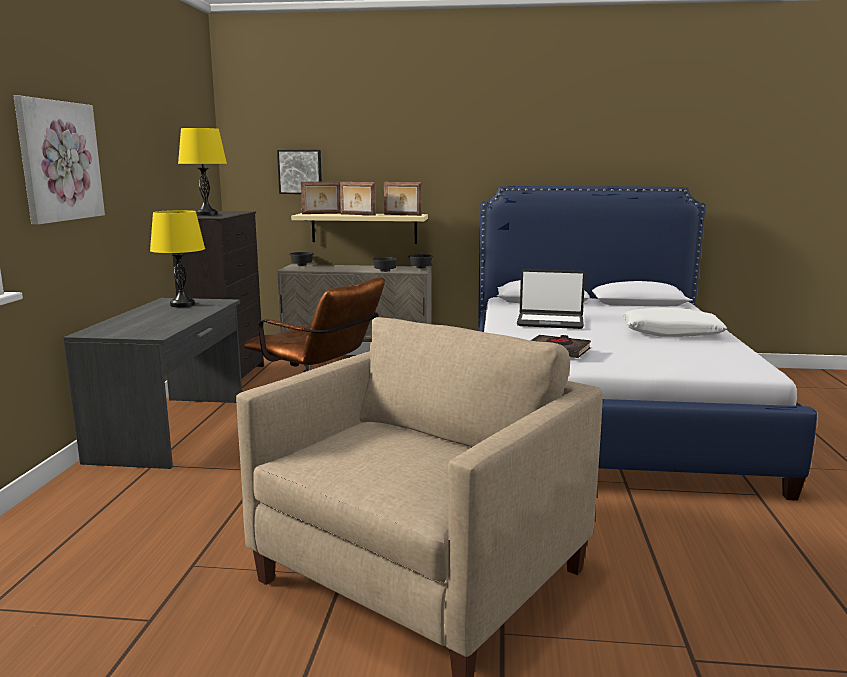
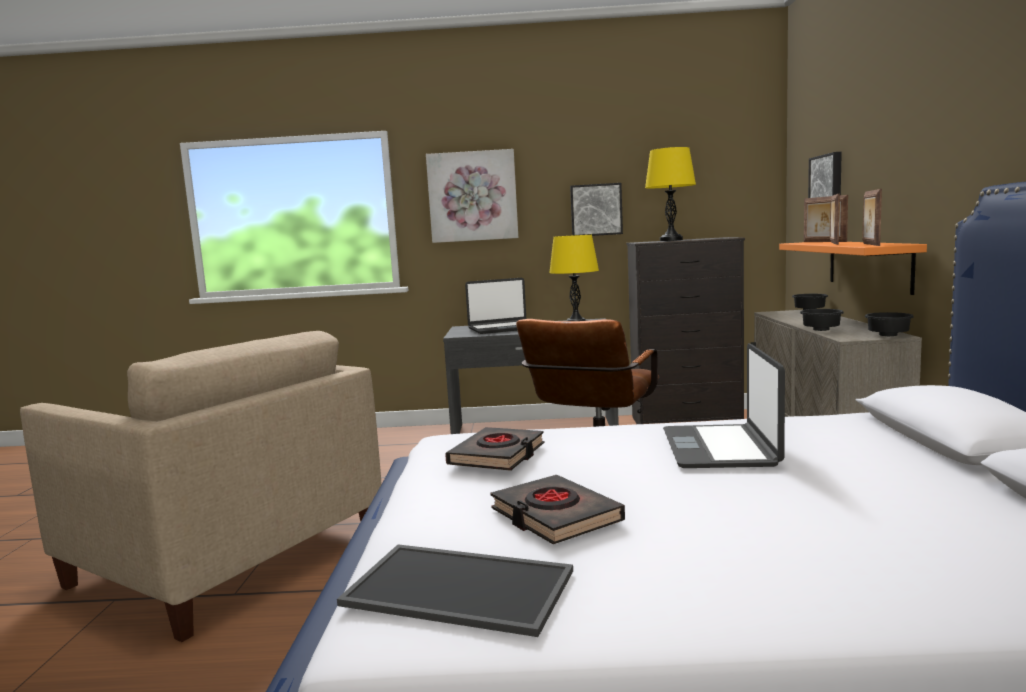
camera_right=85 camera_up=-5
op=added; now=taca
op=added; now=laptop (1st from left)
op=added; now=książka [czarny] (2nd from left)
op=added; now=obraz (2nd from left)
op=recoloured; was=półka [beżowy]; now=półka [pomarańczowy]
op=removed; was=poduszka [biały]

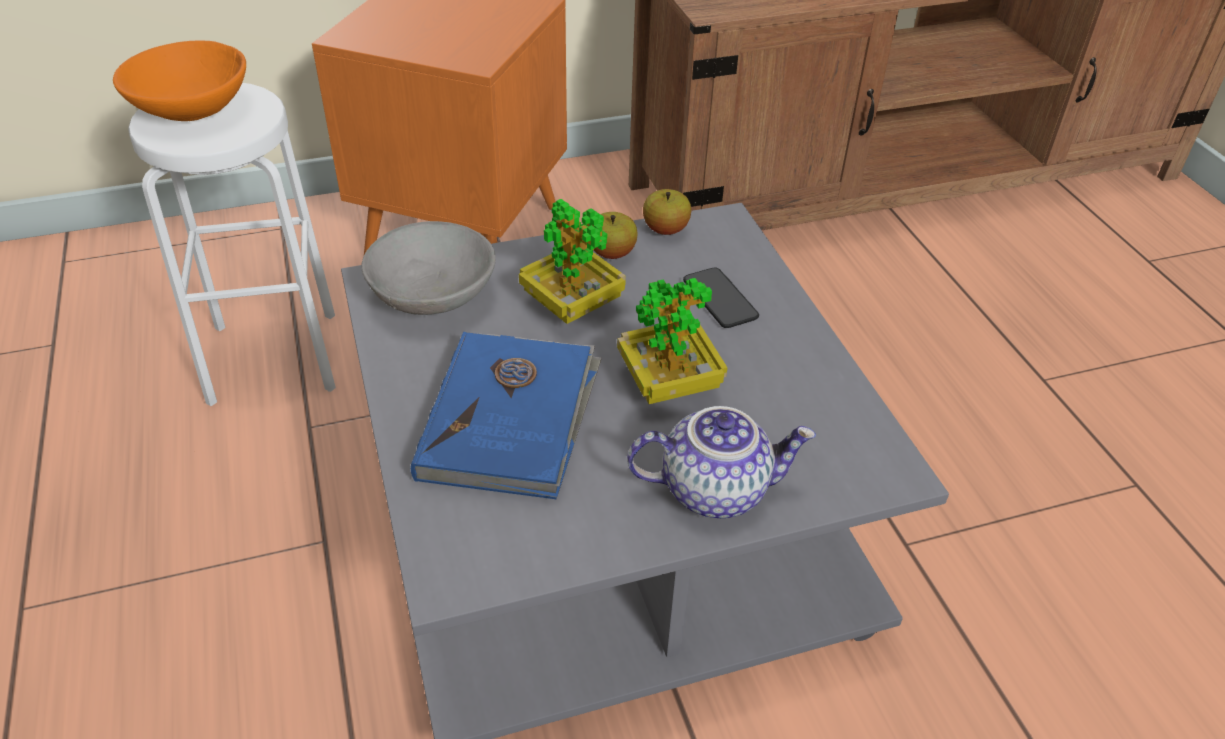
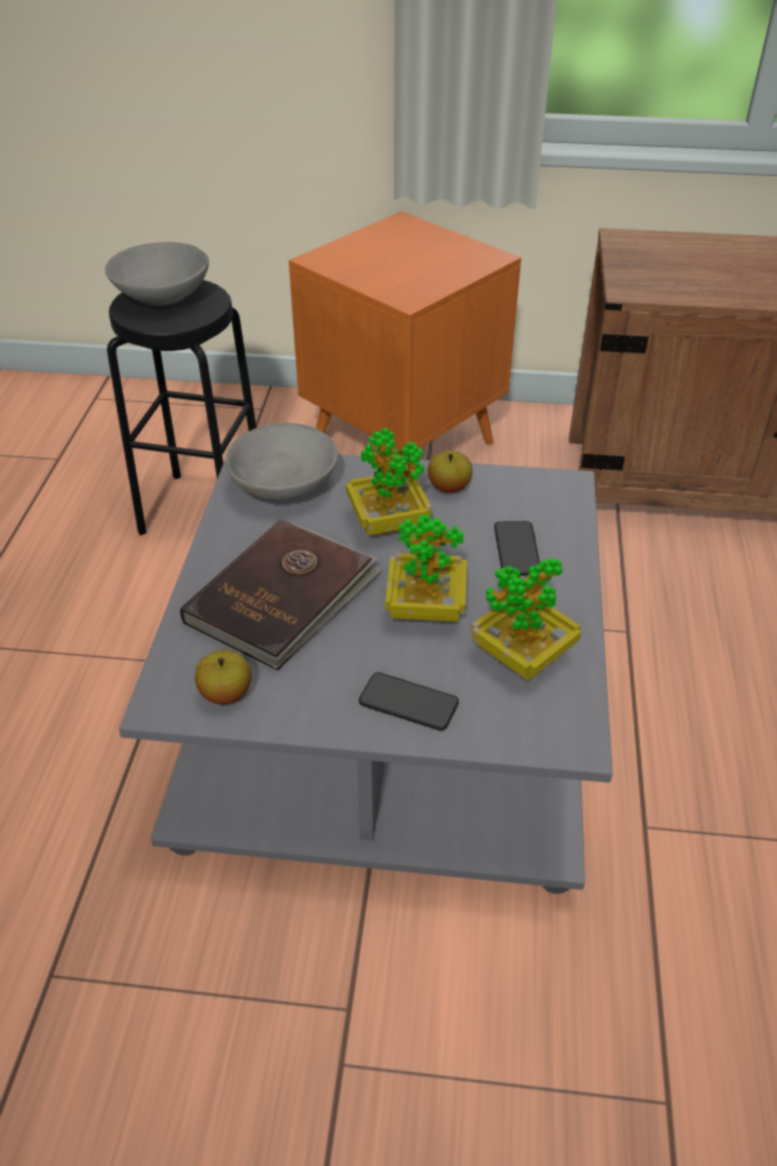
camera_right=25 camera_up=0
op=recoloured; was=miska [pomarańczowy]; now=miska [szary] (1st from left)
op=recoloured; was=stołek [biały]; now=stołek [czarny]
op=recoloured; was=książka [niebieski]; now=książka [brązowy]
op=moved; was=jabłko (2nd from left in the first image); now=jabłko (1st from left)
op=replaced; was=imbryk; now=telefon (1st from left)
op=added; now=roślina doniczkowa (3rd from left)

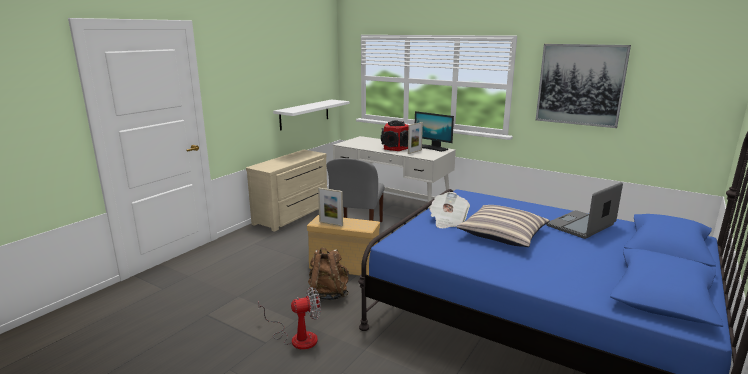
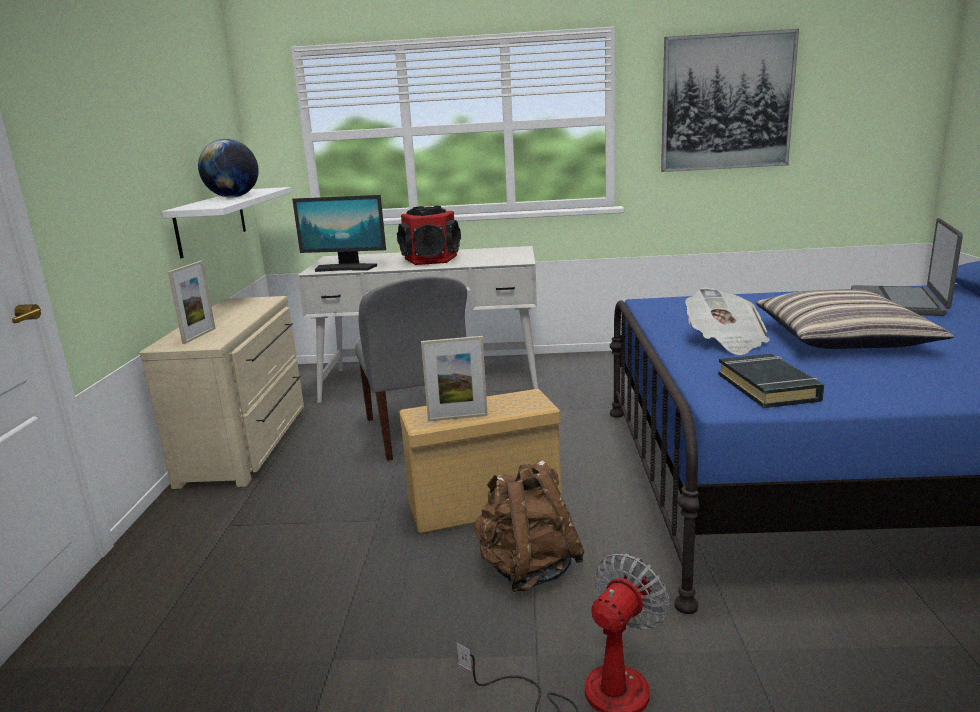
camera_right=-30 camera_up=0
op=moved; was=ramka na zdjęcie (2nd from left in the first image); now=ramka na zdjęcie (1st from left)
op=added; now=globus
op=moved; was=monitor
op=added; now=książka [czarny]

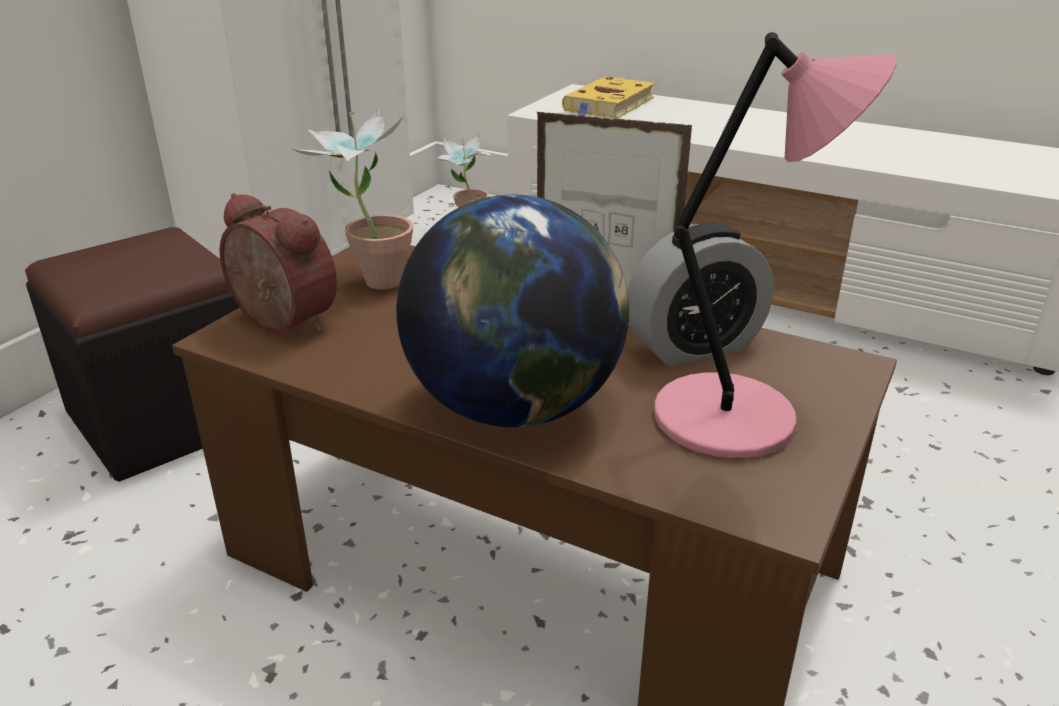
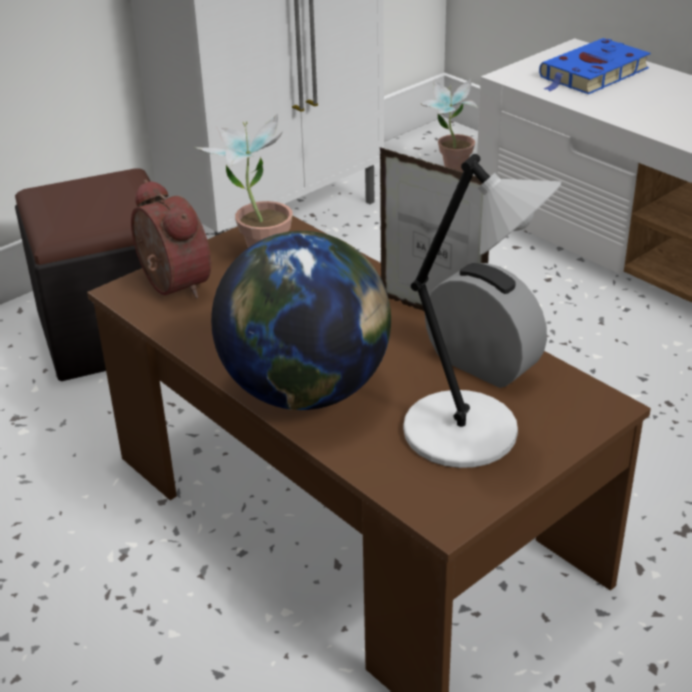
camera_right=20 camera_up=5
op=recoloured; was=lampa stołowa [różowy]; now=lampa stołowa [szary]
op=turned; was=budzik (2nd from left); clockwise=-135
op=recoloured; was=książka [żółty]; now=książka [niebieski]

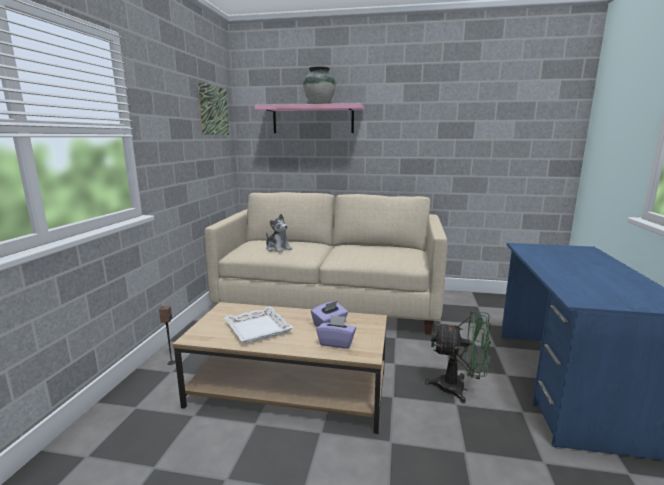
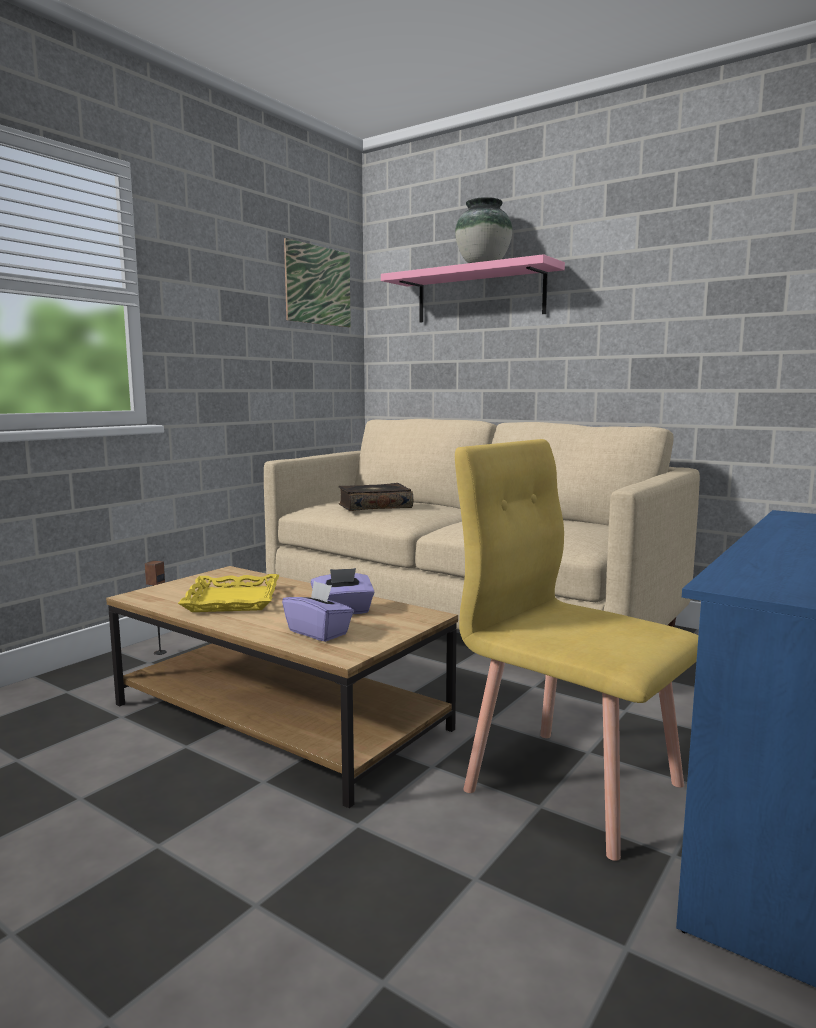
camera_right=25 camera_up=-5
op=recoloured; was=taca [biały]; now=taca [żółty]
op=replaced; was=pluszak; now=książka
op=replaced; was=wentylator [zielony]; now=krzesło [żółty]

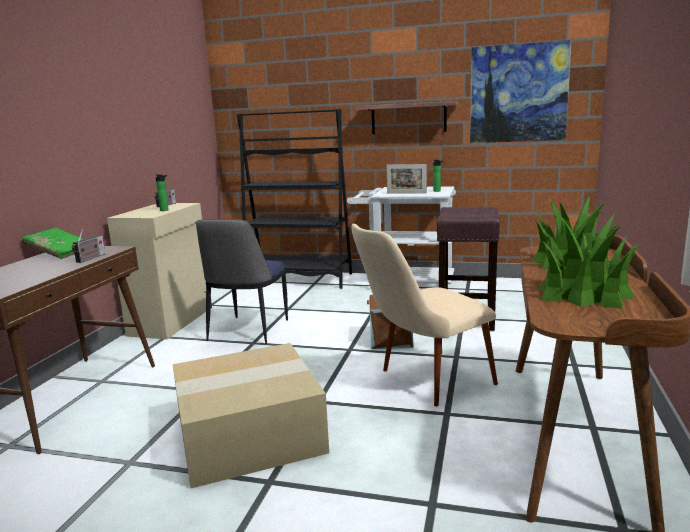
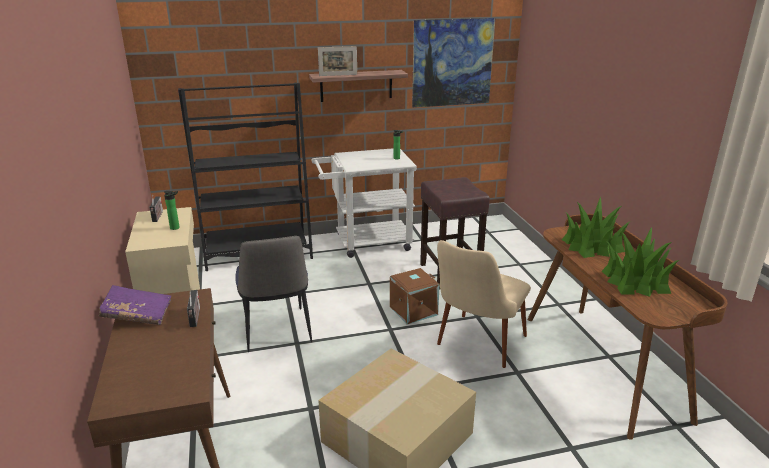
camera_right=-30 camera_up=10
op=recoloured; was=książka [zielony]; now=książka [fioletowy]
op=moved; was=ramka na zdjęcie

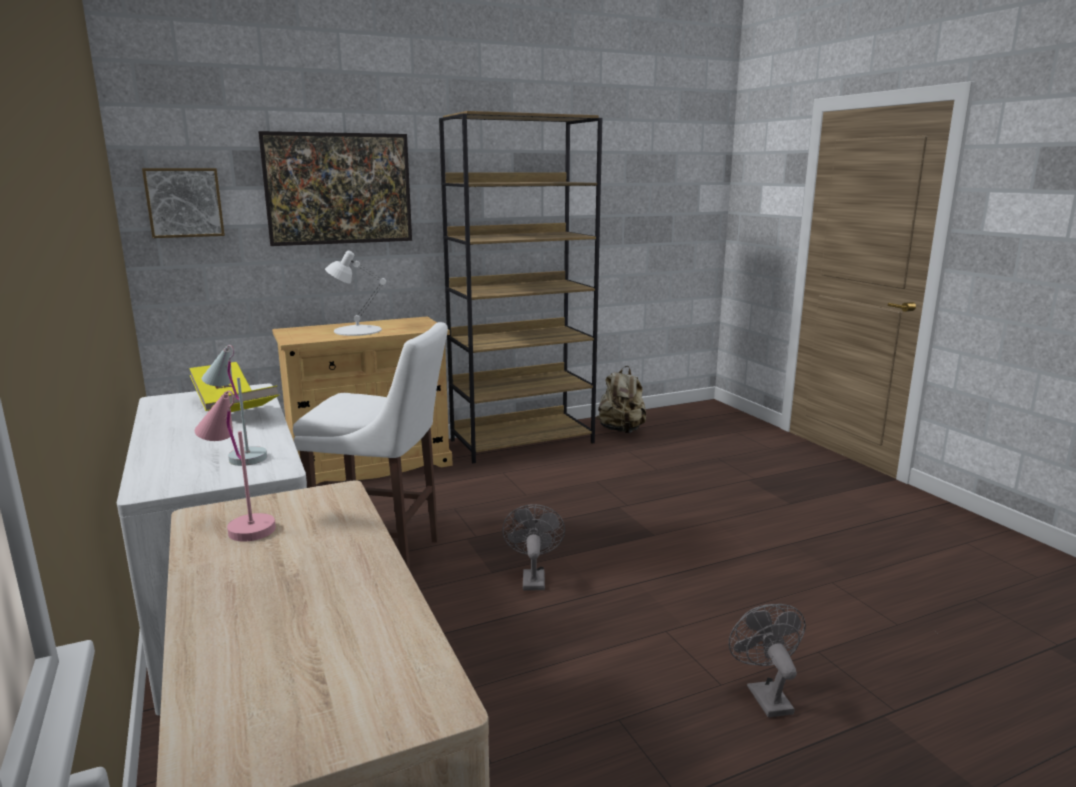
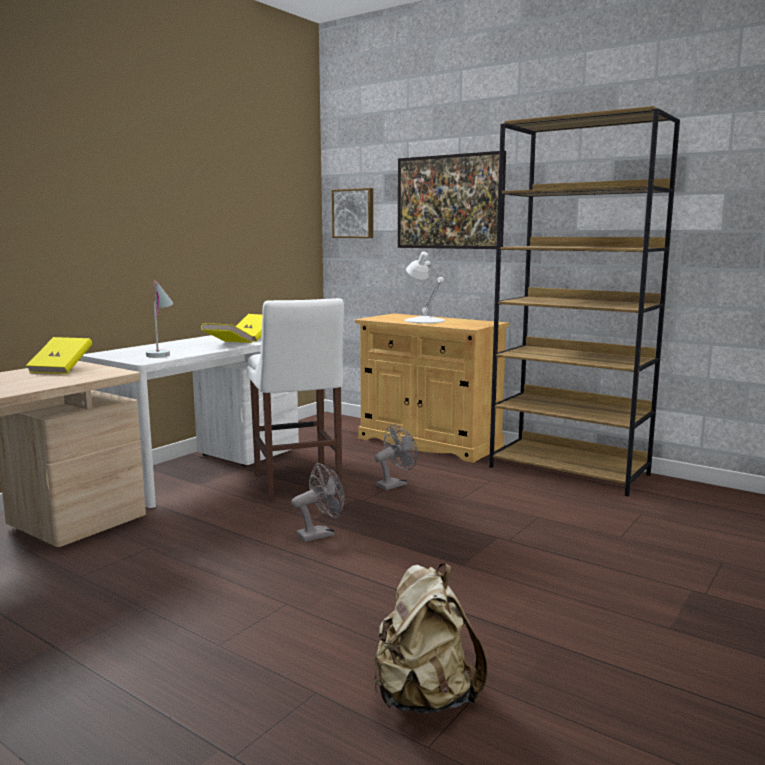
camera_right=60 camera_up=-5
op=replaced; was=lampa stołowa [różowy]; now=książka [żółty] (1st from left)
op=moved; was=wentylator [szary] (2nd from left)
op=moved; was=plecak [beżowy]

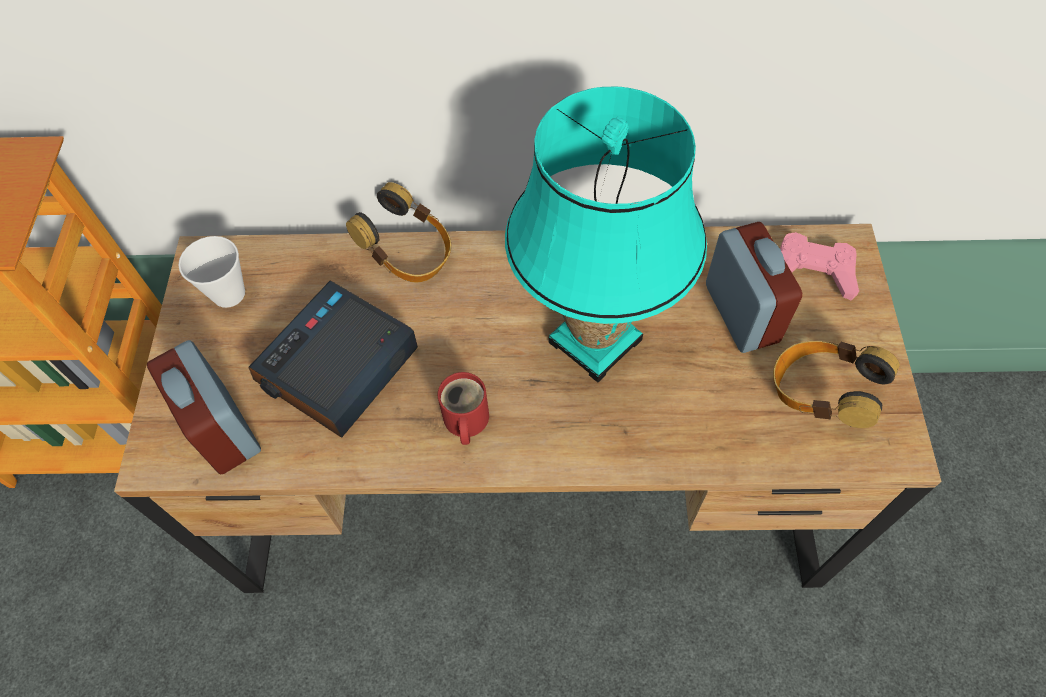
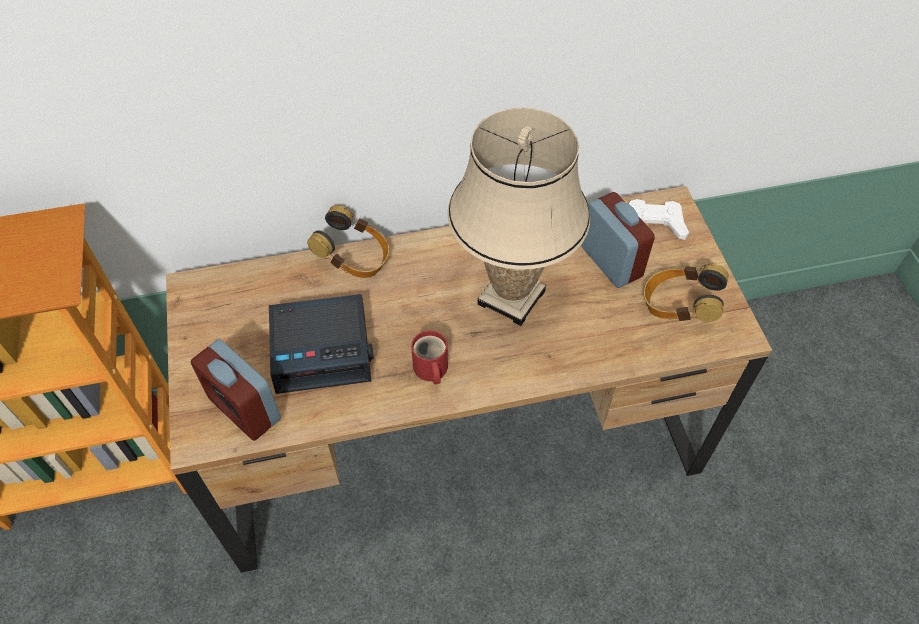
camera_right=-15 camera_up=-5
op=turned; was=budzik (2nd from left); clockwise=-120
op=recoloured; was=lampa stołowa [turkusowy]; now=lampa stołowa [beżowy]
op=recoloured; was=pad do gier [różowy]; now=pad do gier [biały]
op=removed; was=filiżanka

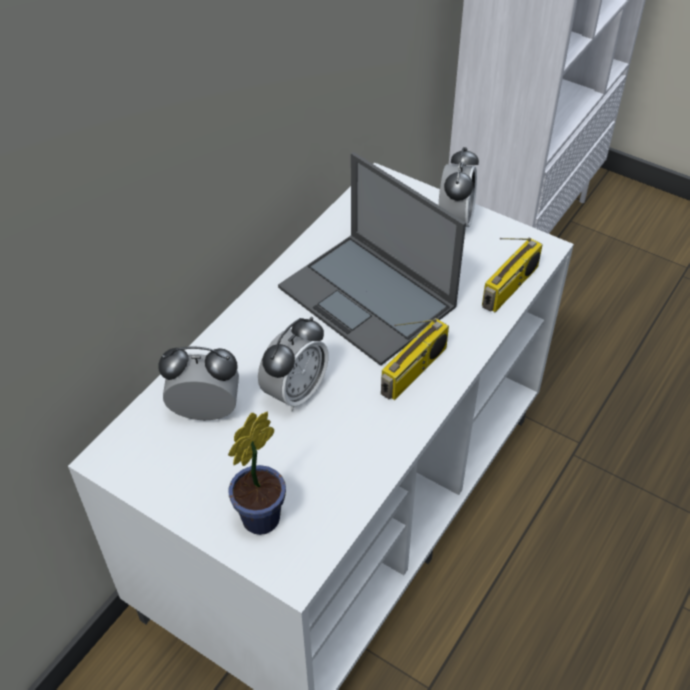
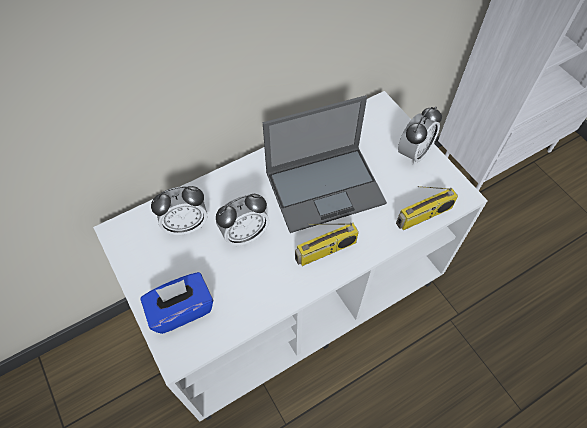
camera_right=25 camera_up=10
op=replaced; was=roślina doniczkowa; now=pudełko chusteczek [niebieski]
op=turned; was=budzik (1st from left); clockwise=135
op=turned; was=laptop; clockwise=-90

